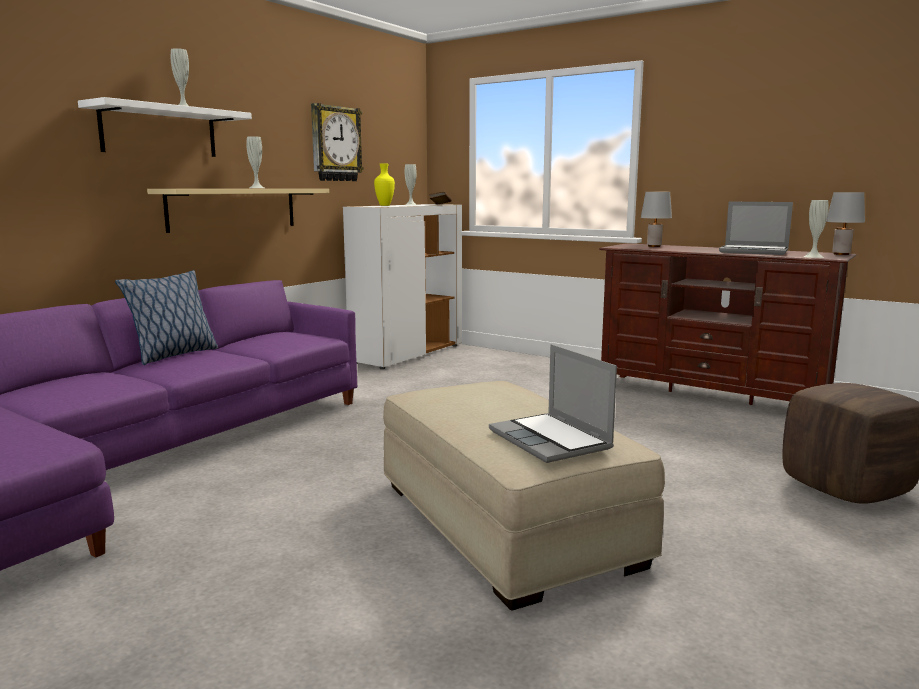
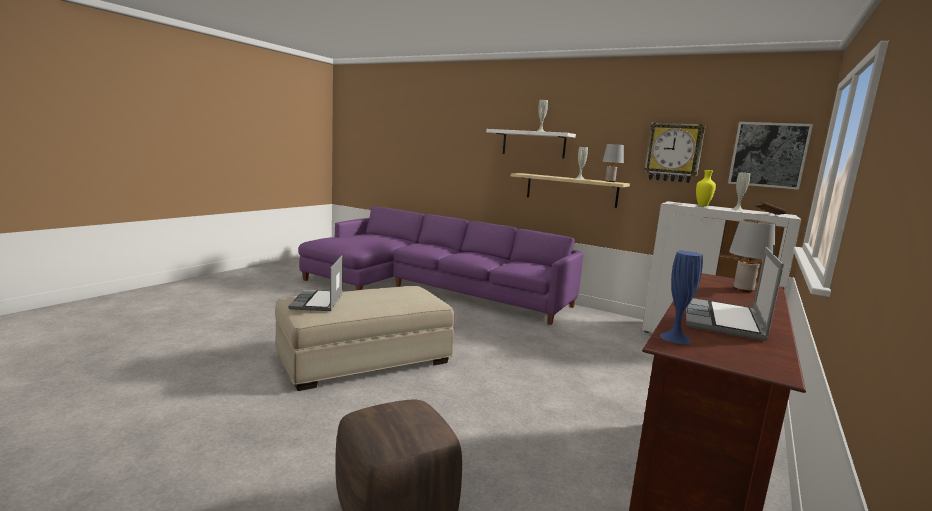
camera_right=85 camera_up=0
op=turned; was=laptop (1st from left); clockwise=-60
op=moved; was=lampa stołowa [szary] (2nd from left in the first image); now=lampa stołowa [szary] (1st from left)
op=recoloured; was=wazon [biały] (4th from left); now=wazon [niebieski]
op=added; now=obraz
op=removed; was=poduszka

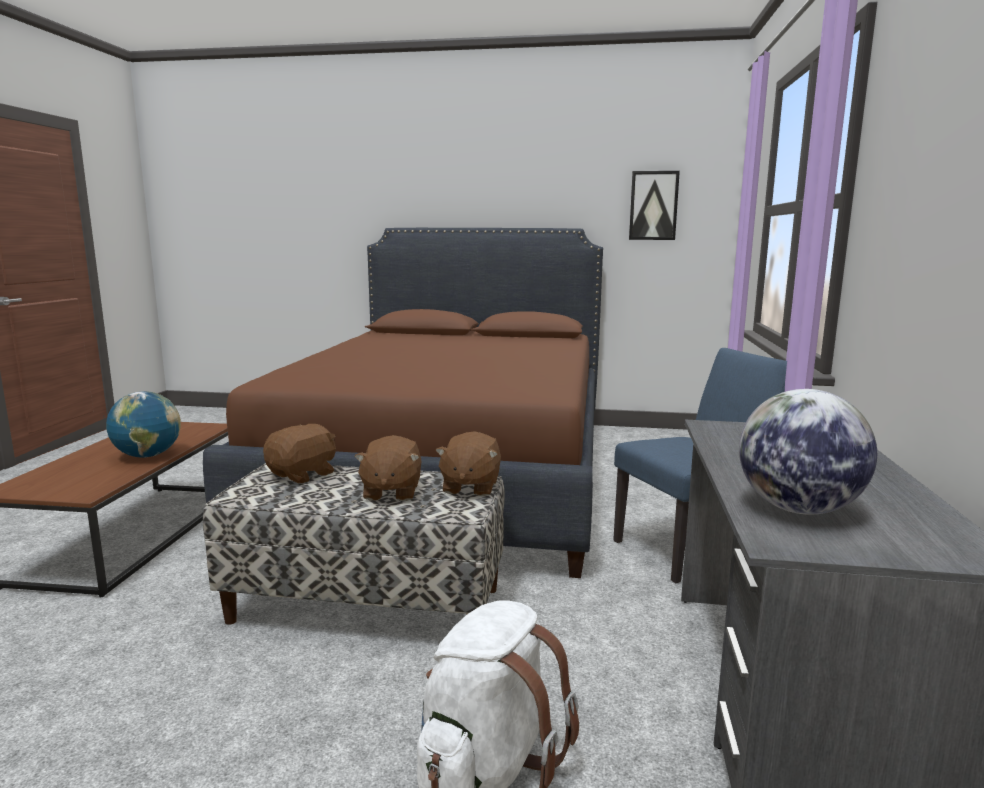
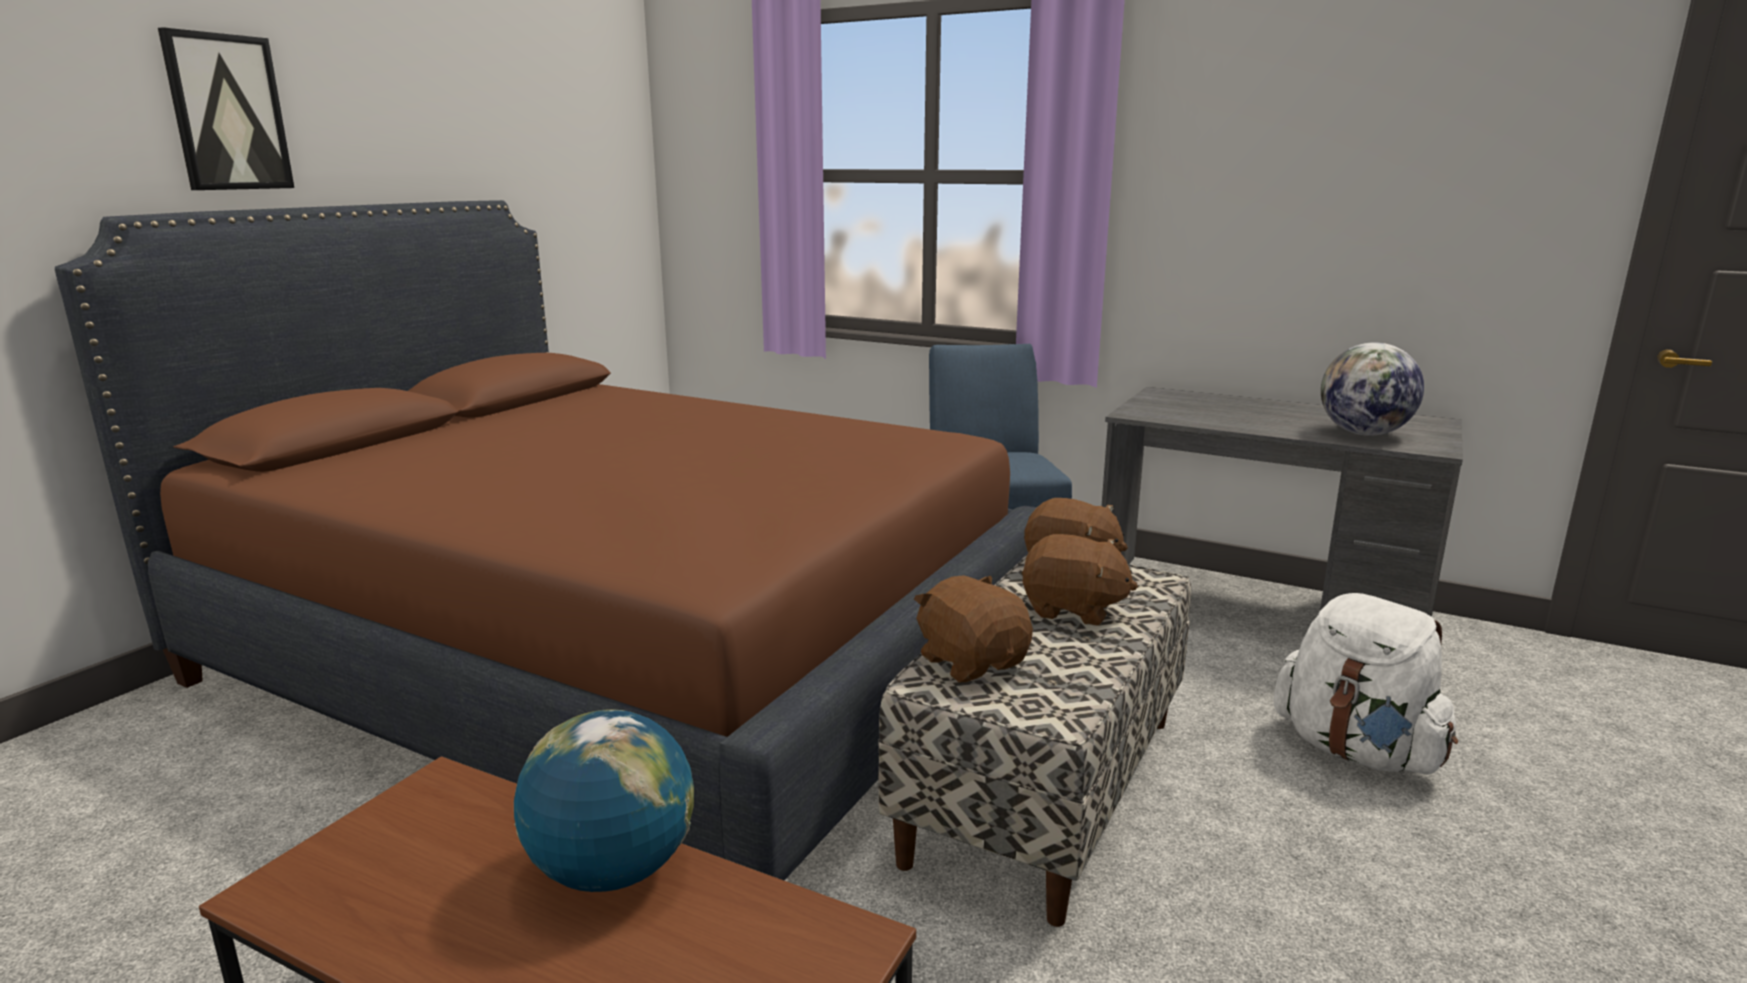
camera_right=-70 camera_up=5
op=moved; was=obraz

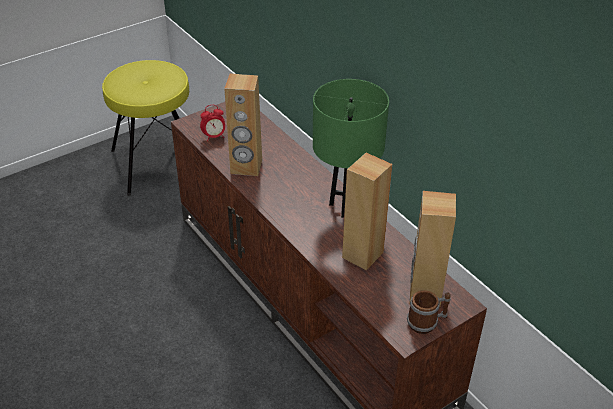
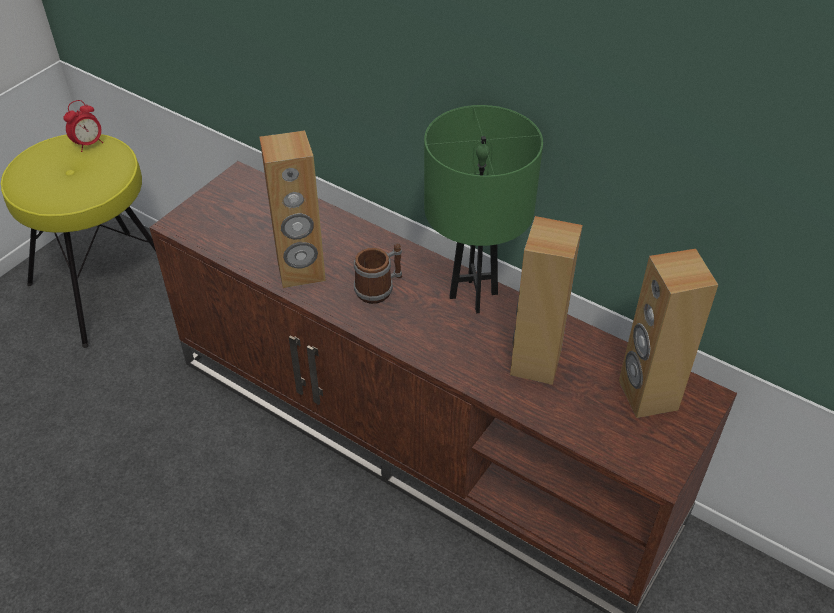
camera_right=-20 camera_up=5
op=moved; was=budzik
op=moved; was=kubek

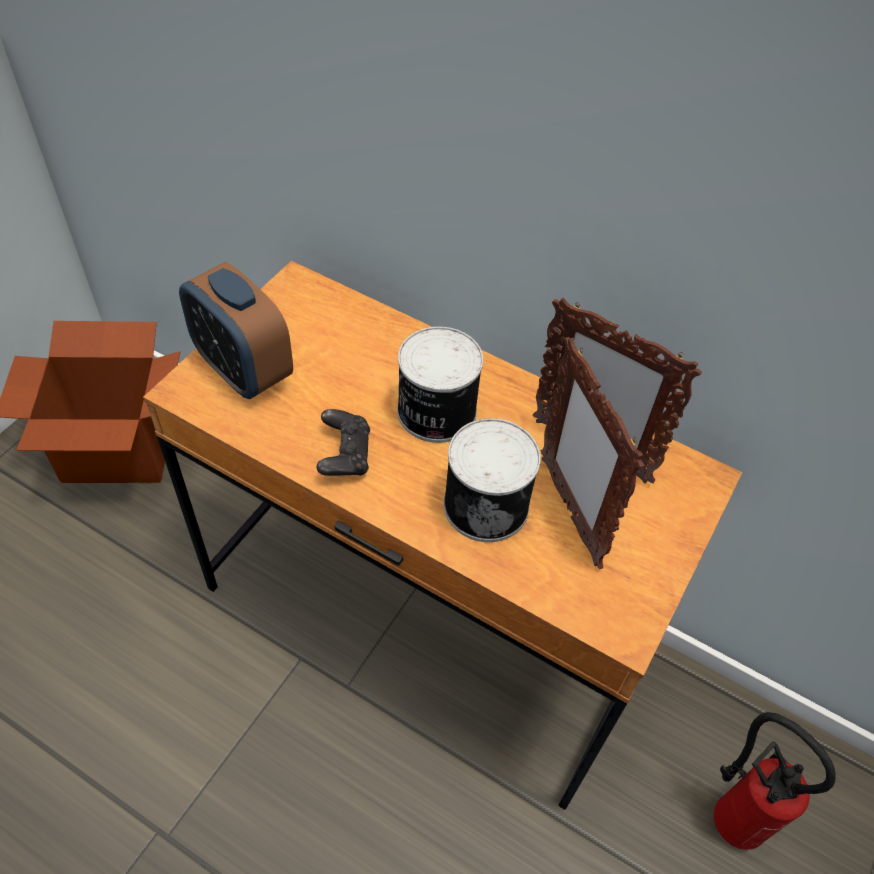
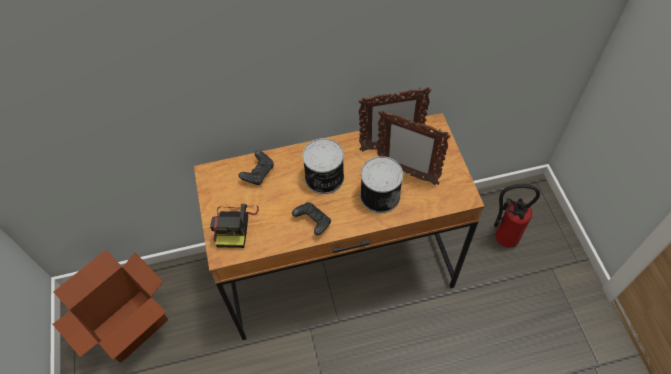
camera_right=-40 camera_up=5
op=replaced; was=budzik; now=aparat fotograficzny
op=added; now=pad do gier [czarny] (1st from left)

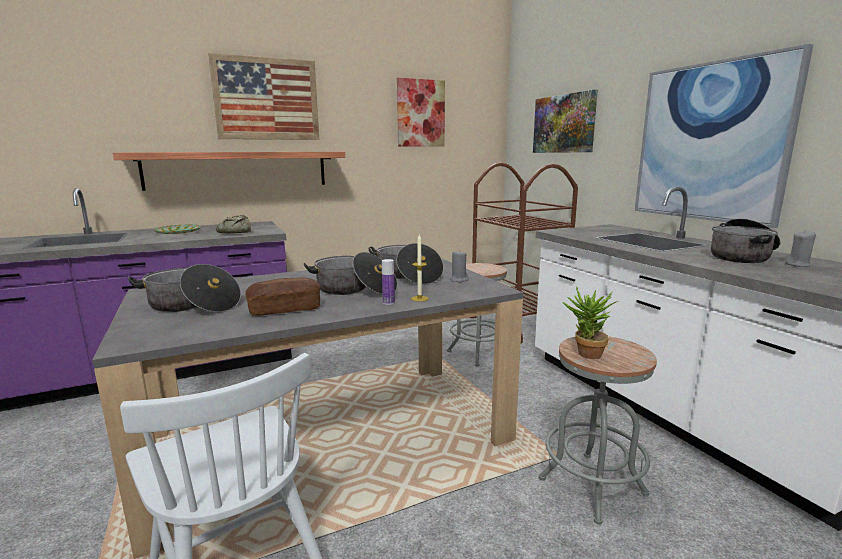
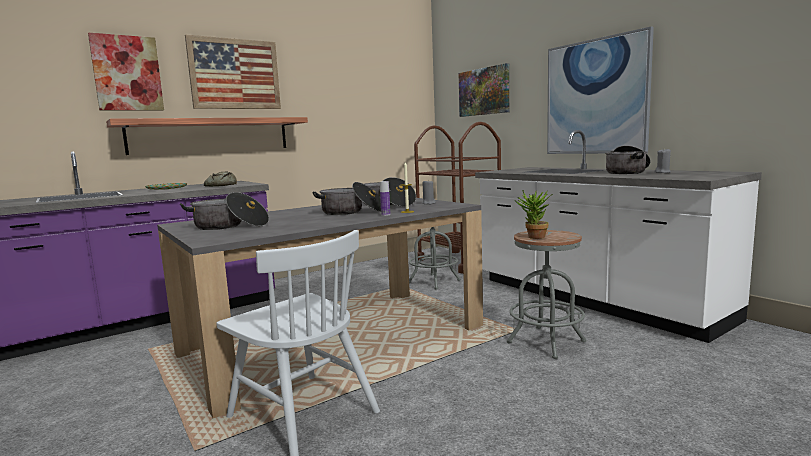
camera_right=-10 camera_up=-5
op=moved; was=obraz (2nd from left in the first image); now=obraz (1st from left)
op=removed; was=chleb (2nd from left)

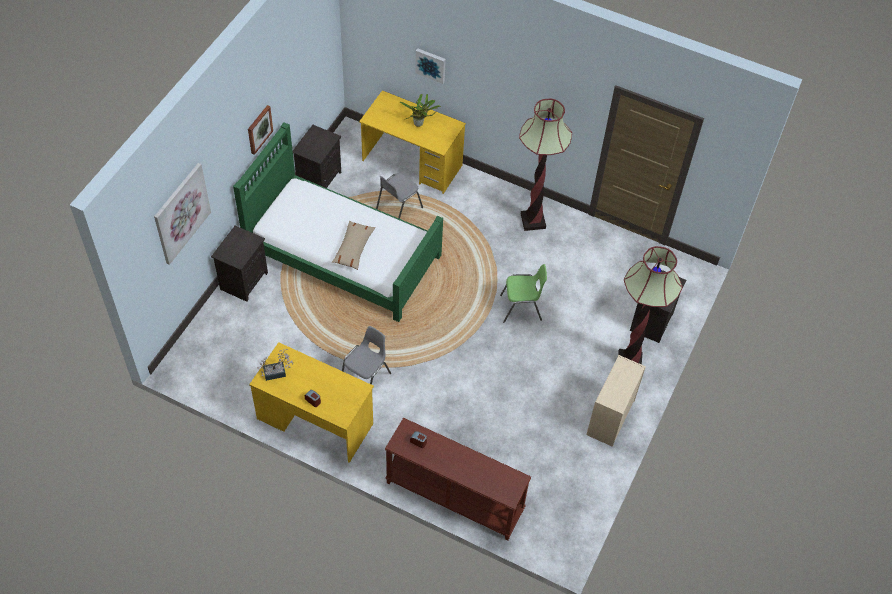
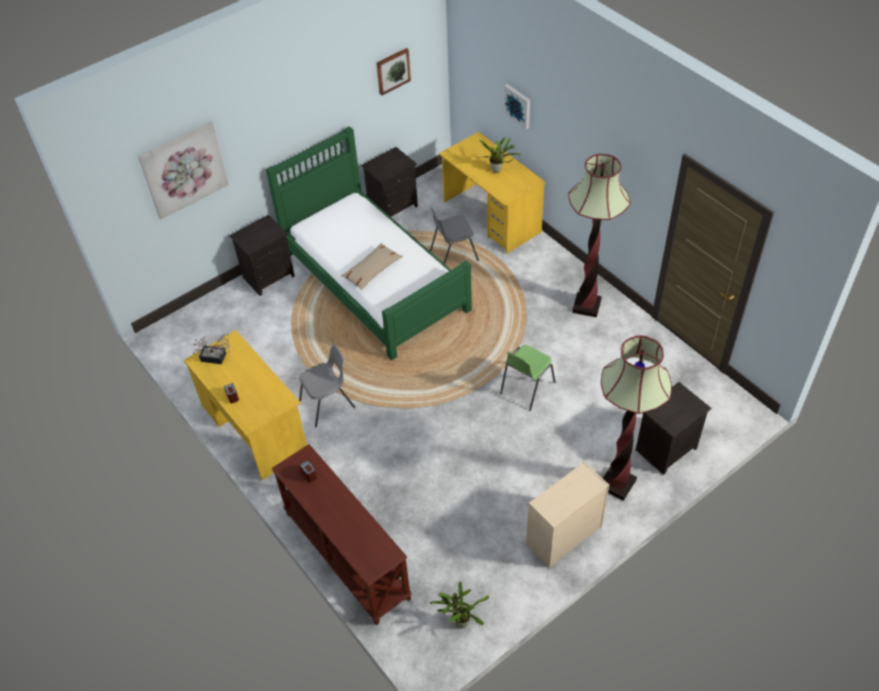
camera_right=30 camera_up=-5
op=moved; was=obraz (2nd from left)
op=added; now=roślina doniczkowa (2nd from left)
op=turned; was=krzesło [zielony]; clockwise=105

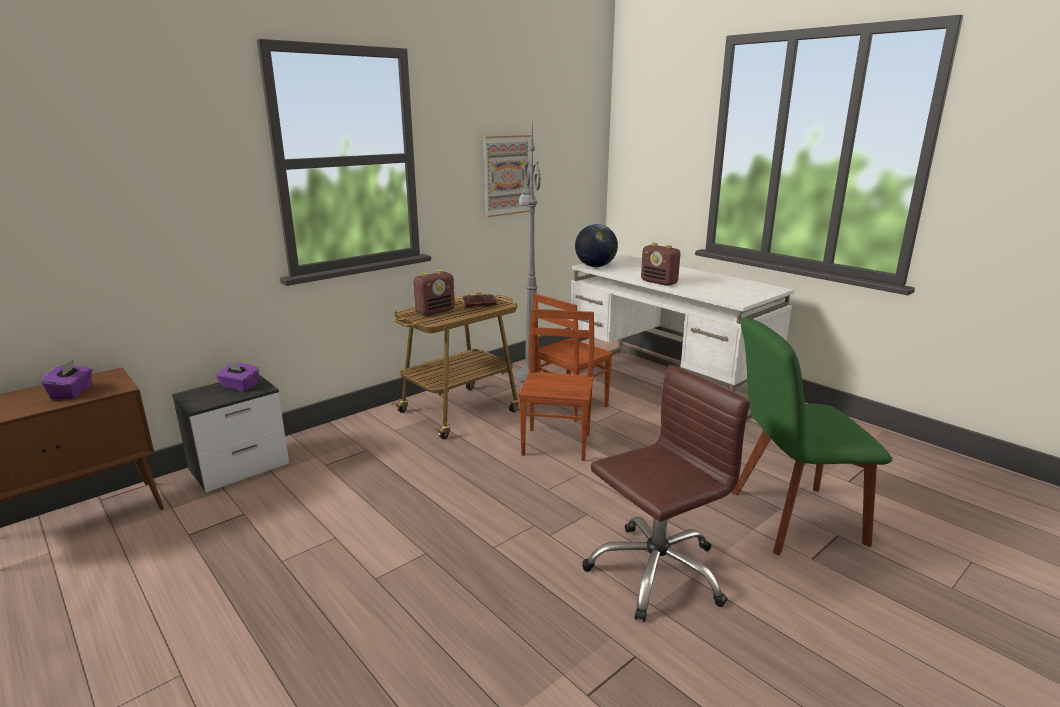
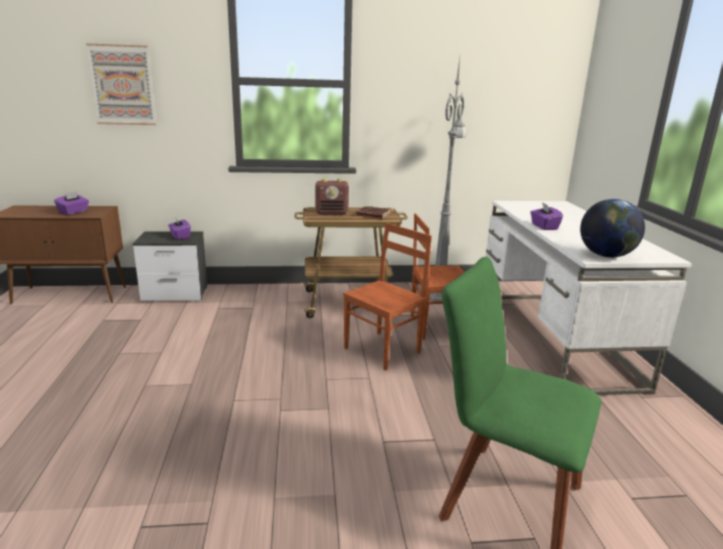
camera_right=35 camera_up=0
op=moved; was=obraz
op=replaced; was=radio (2nd from left); now=pudełko chusteczek [fioletowy] (3rd from left)
op=moved; was=globus
op=removed; was=krzesło biurowe [brązowy]

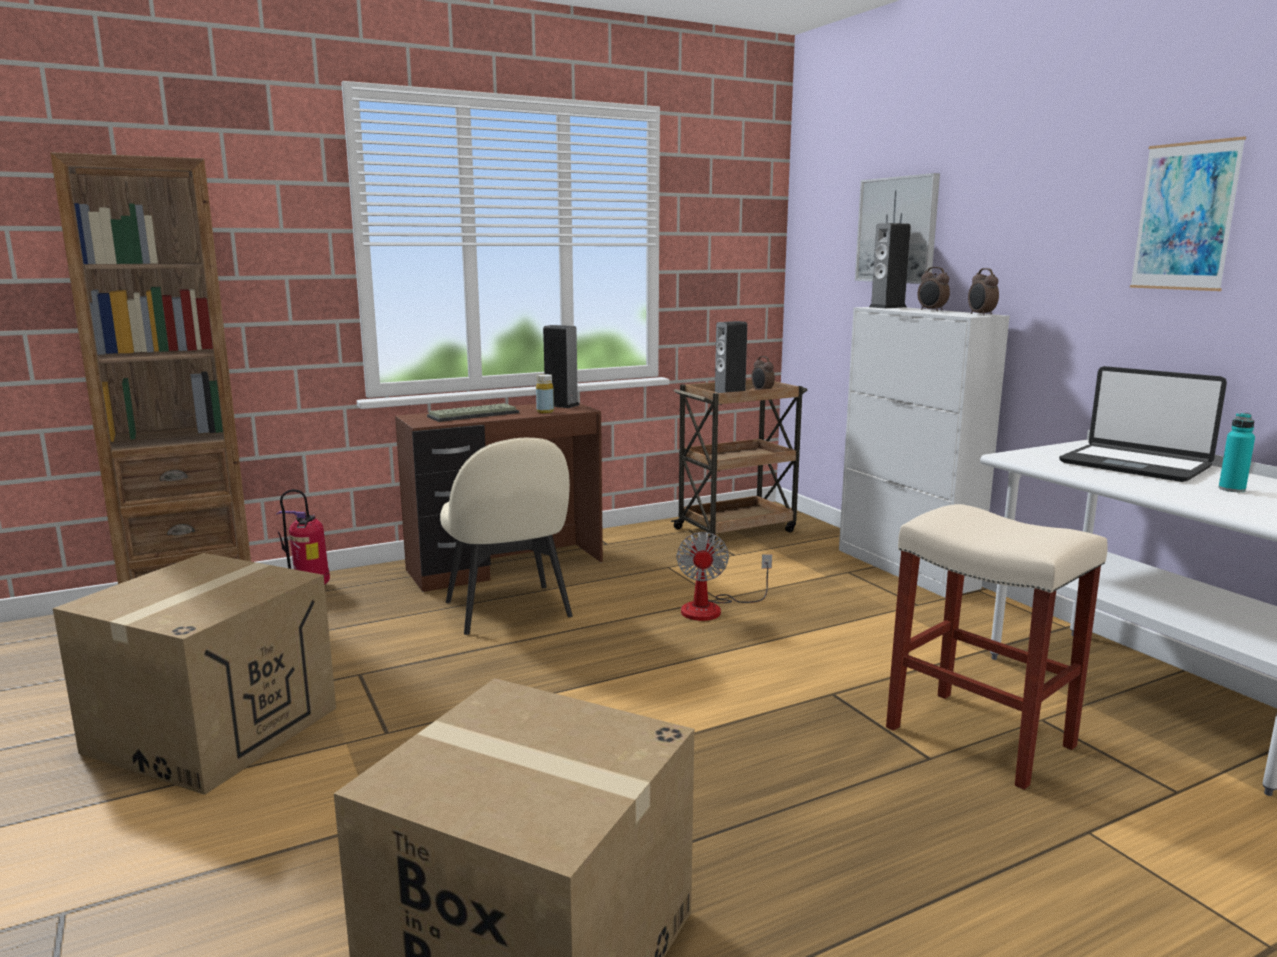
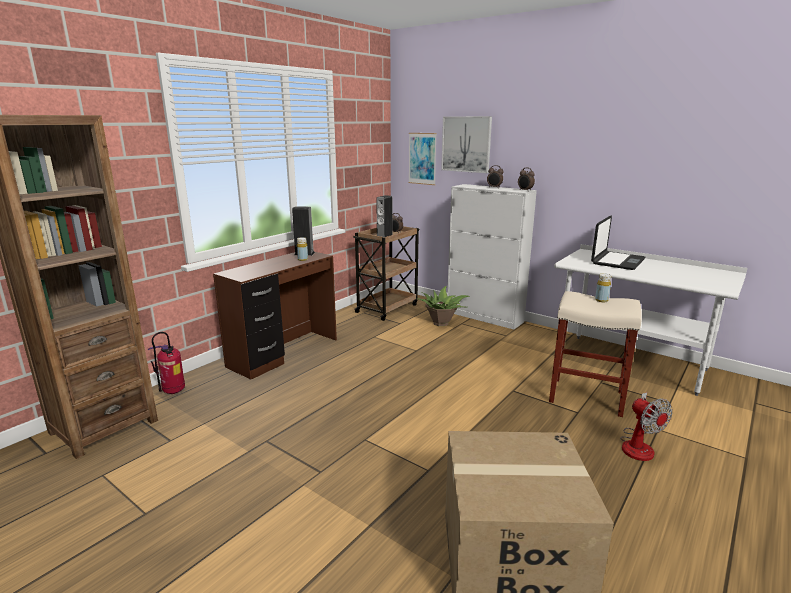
camera_right=-25 camera_up=5
op=moved; was=obraz (2nd from left in the first image); now=obraz (1st from left)
op=added; now=roślina doniczkowa
op=turned; was=laptop; clockwise=-75
op=added; now=butelka [żółty] (2nd from left)
op=moved; was=wentylator
op=removed; was=karton (1st from left)
op=removed; was=klawiatura
op=removed; was=krzesło [beżowy]
op=removed; was=głośnik (3rd from left)
op=removed; was=butelka [turkusowy]

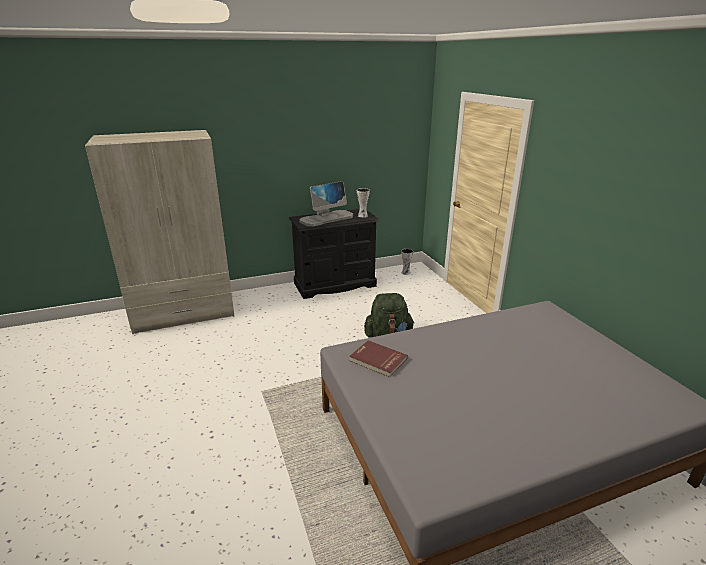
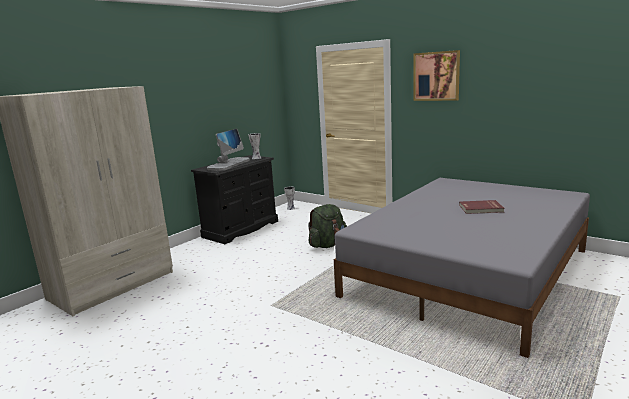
camera_right=-30 camera_up=-10
op=added; now=obraz
op=moved; was=książka [czerwony]

